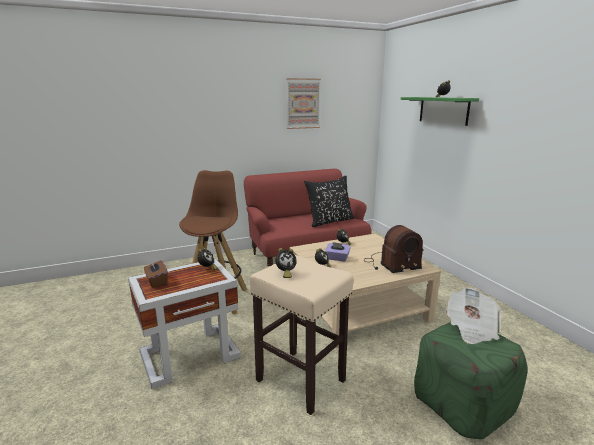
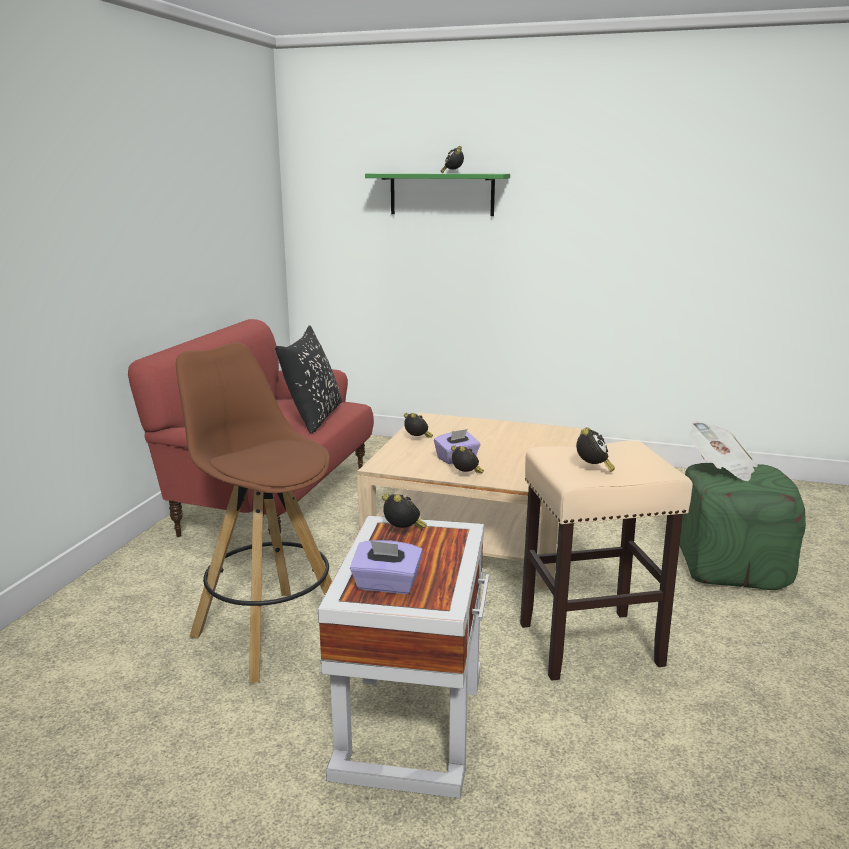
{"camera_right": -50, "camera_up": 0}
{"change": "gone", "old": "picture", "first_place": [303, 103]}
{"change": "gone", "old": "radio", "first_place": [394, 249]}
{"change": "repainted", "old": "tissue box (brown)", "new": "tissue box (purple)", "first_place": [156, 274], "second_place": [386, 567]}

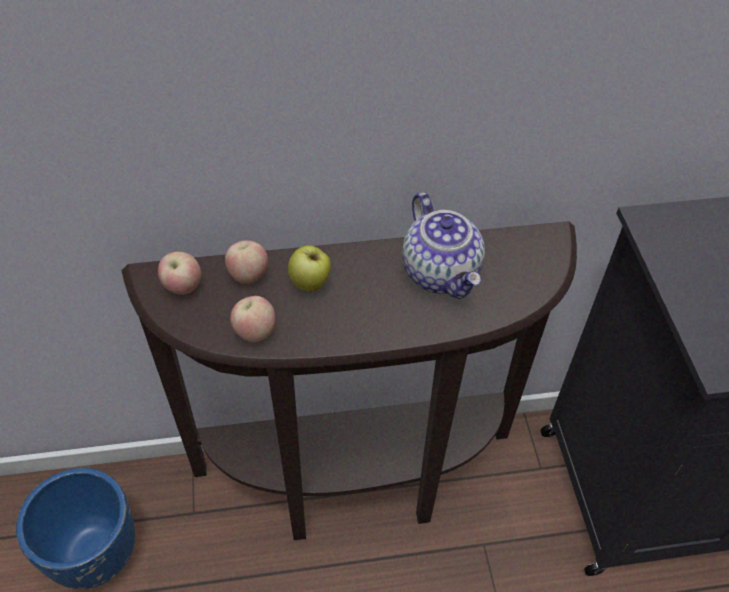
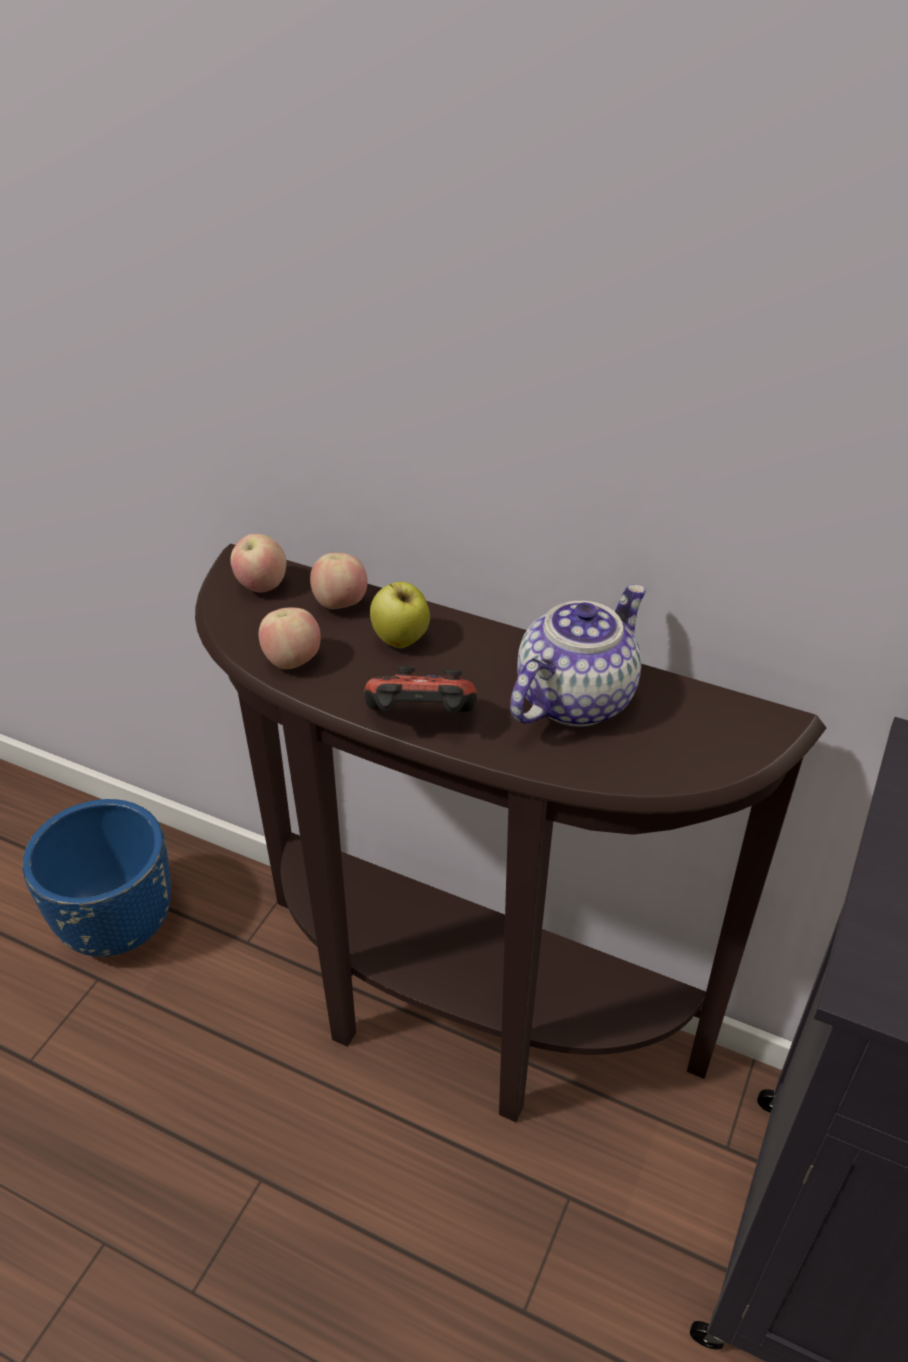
{"camera_right": 35, "camera_up": -10}
{"change": "new", "new": "game controller", "second_place": [420, 689]}
{"change": "rotated", "old": "teapot", "first_place": [443, 245], "second_place": [578, 655], "degrees": -150}

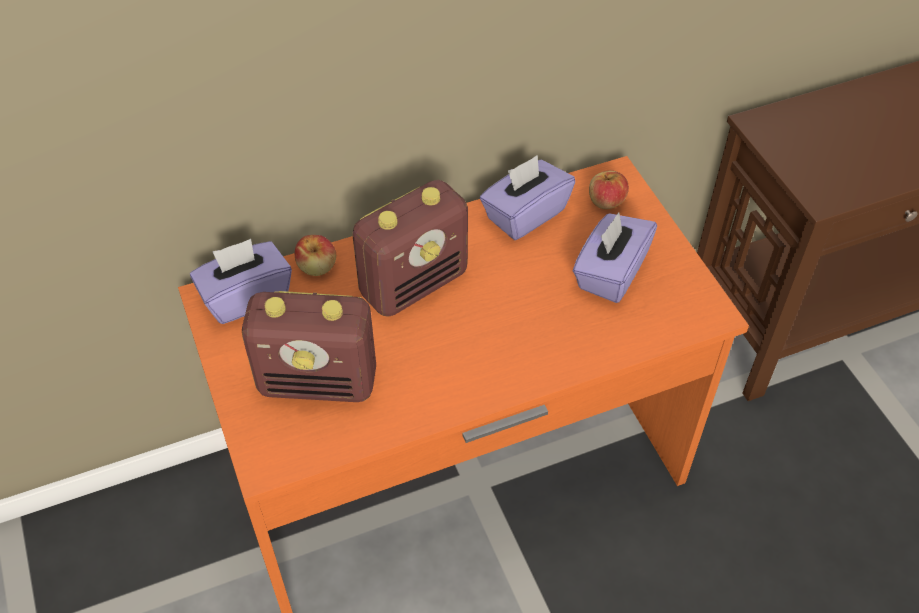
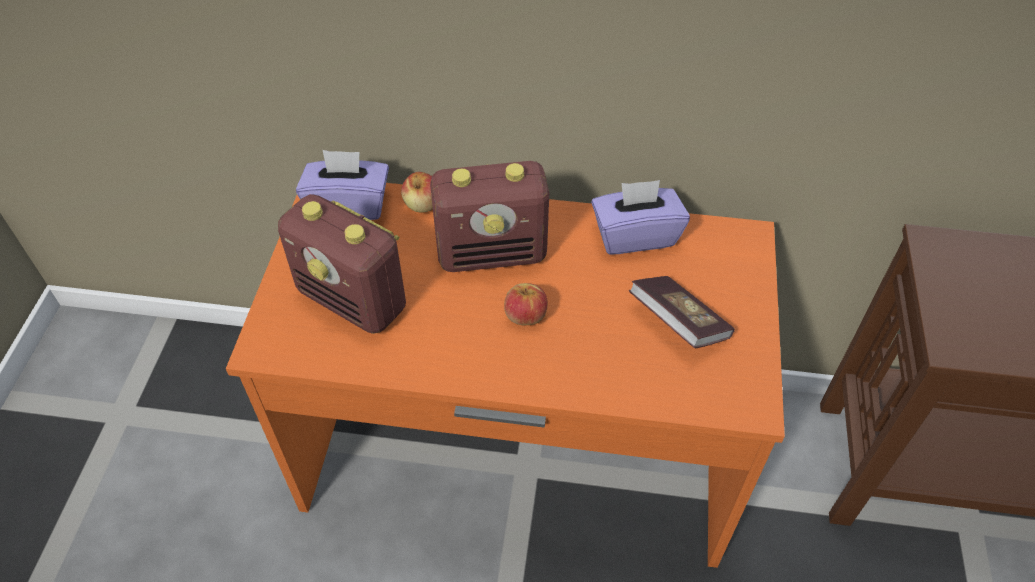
{"camera_right": 30, "camera_up": 0}
{"change": "shifted", "old": "apple", "first_place": [609, 189], "second_place": [526, 304]}
{"change": "swapped", "old": "tissue box (purple)", "new": "book", "first_place": [615, 257], "second_place": [682, 312]}

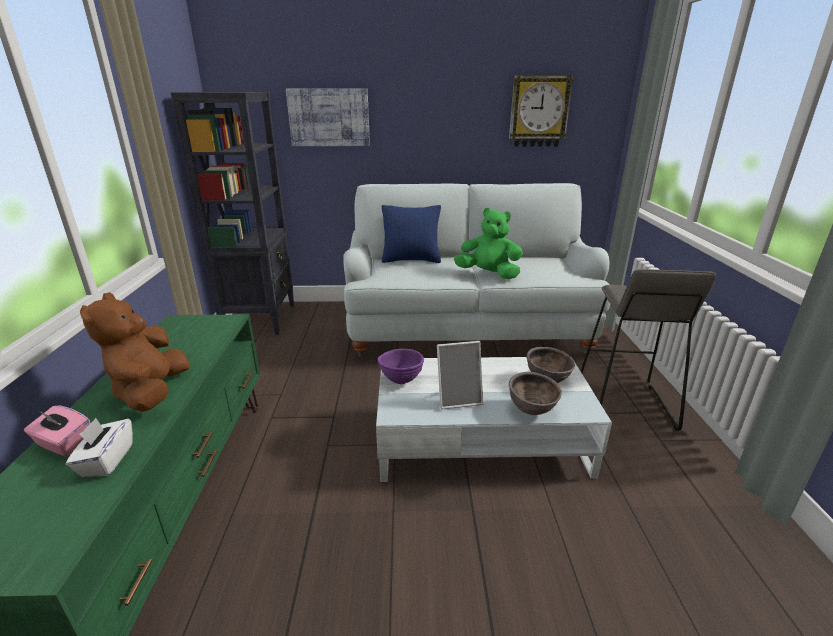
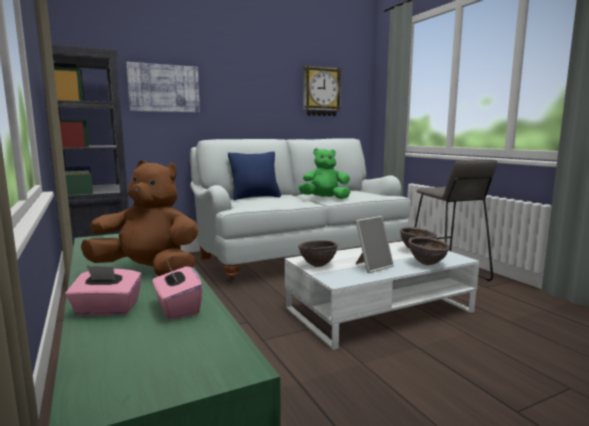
{"camera_right": -25, "camera_up": -15}
{"change": "repainted", "old": "tissue box (white)", "new": "tissue box (pink)", "first_place": [99, 447], "second_place": [177, 290]}
{"change": "repainted", "old": "bowl (purple)", "new": "bowl (brown)", "first_place": [401, 366], "second_place": [318, 253]}
{"change": "rotated", "old": "plush toy (brown)", "first_place": [135, 352], "second_place": [139, 218], "degrees": 135}

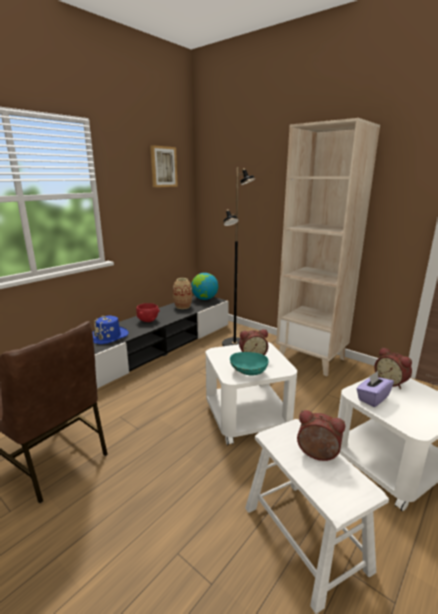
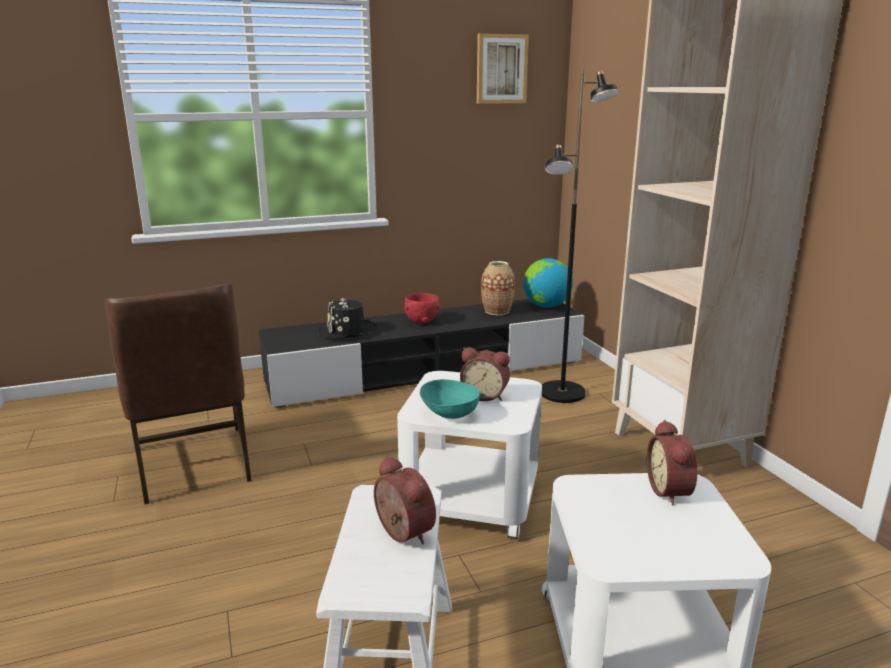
{"camera_right": 30, "camera_up": 0}
{"change": "gone", "old": "tissue box (purple)", "first_place": [375, 389]}
{"change": "repainted", "old": "hat (blue)", "new": "hat (black)", "first_place": [110, 329], "second_place": [348, 319]}

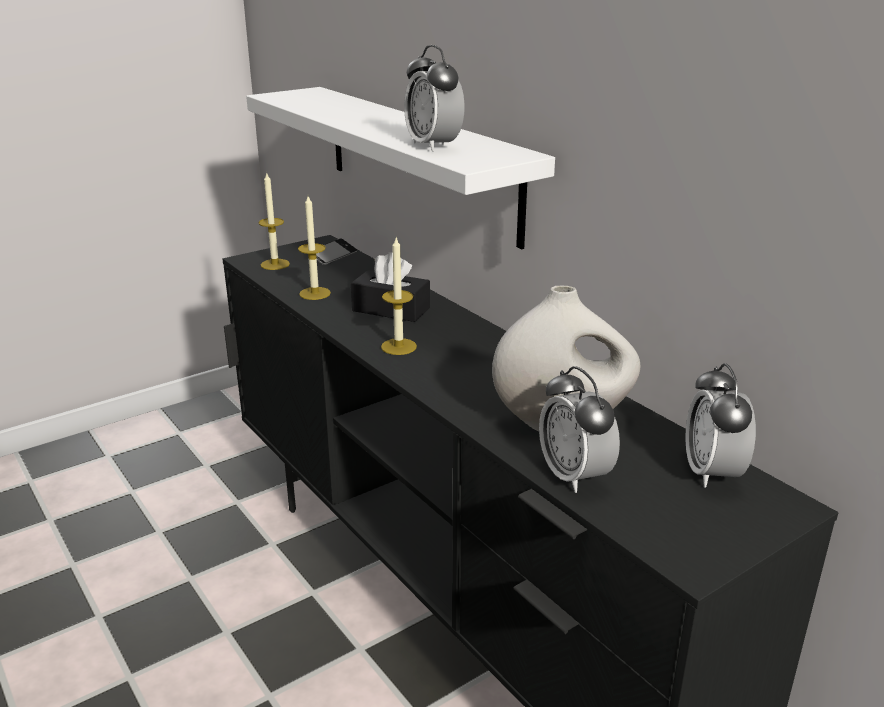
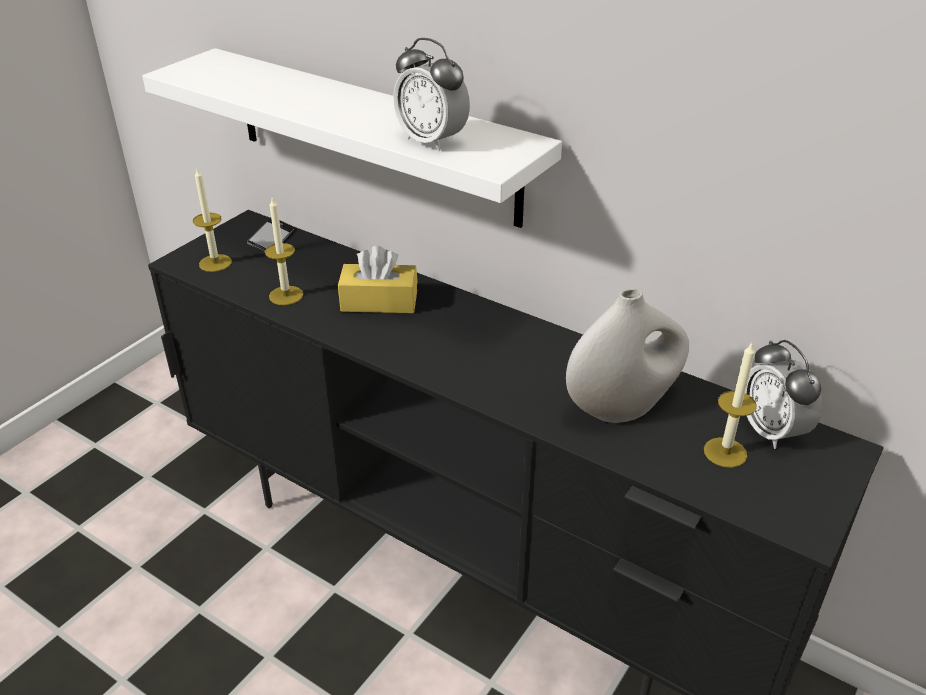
{"camera_right": -20, "camera_up": 10}
{"change": "gone", "old": "alarm clock", "first_place": [579, 429]}
{"change": "shifted", "old": "candle", "first_place": [399, 295], "second_place": [730, 405]}
{"change": "repainted", "old": "tissue box (black)", "new": "tissue box (yellow)", "first_place": [390, 287], "second_place": [378, 279]}

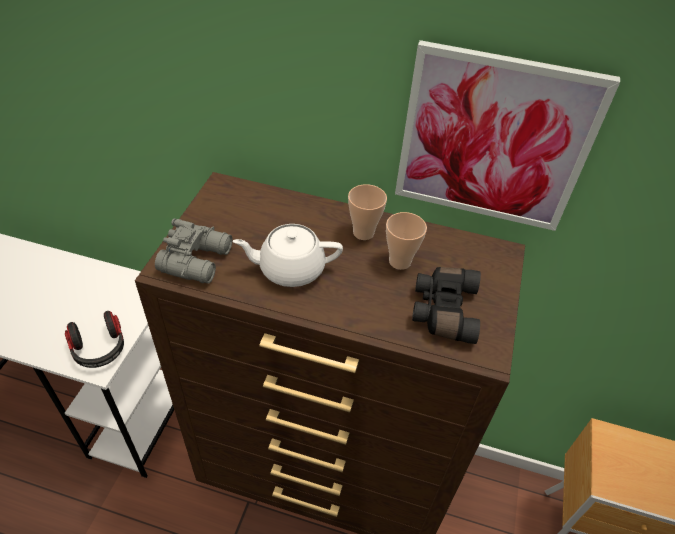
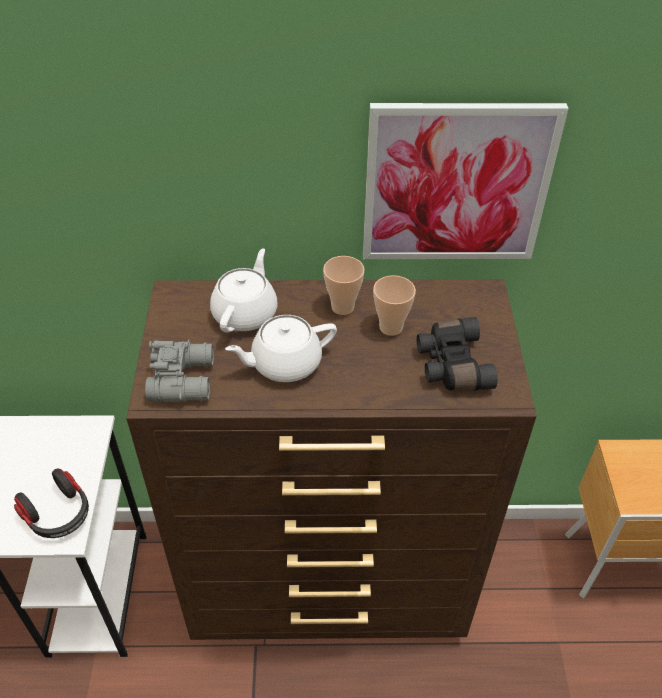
{"camera_right": -15, "camera_up": 0}
{"change": "new", "new": "teapot (white)", "second_place": [244, 290]}

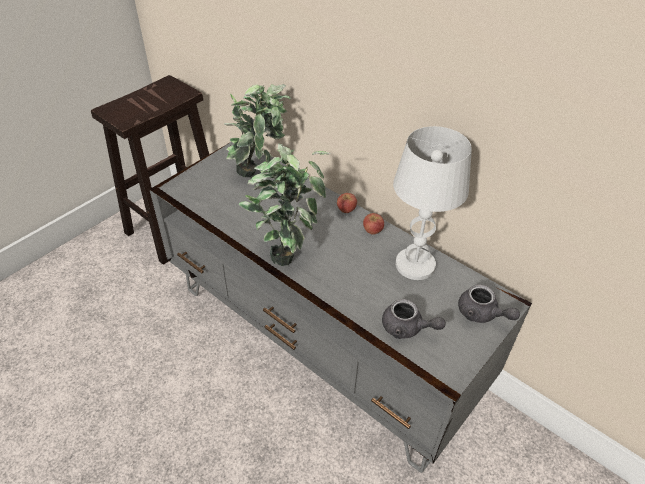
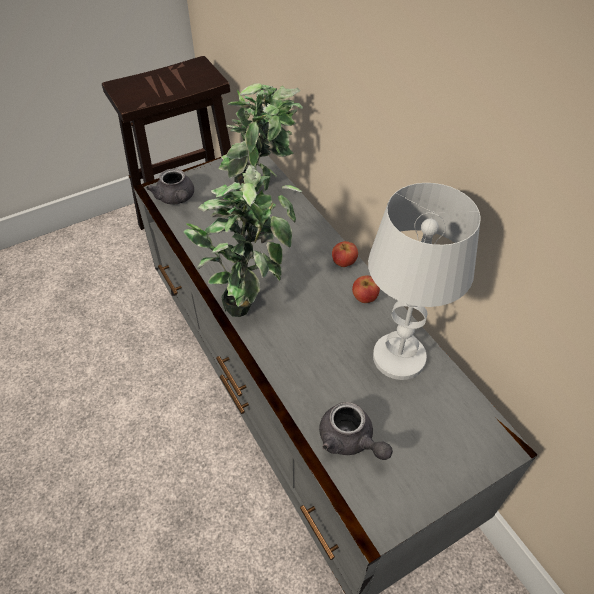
{"camera_right": 20, "camera_up": 5}
{"change": "shifted", "old": "teapot (grey)", "first_place": [489, 303], "second_place": [170, 186]}

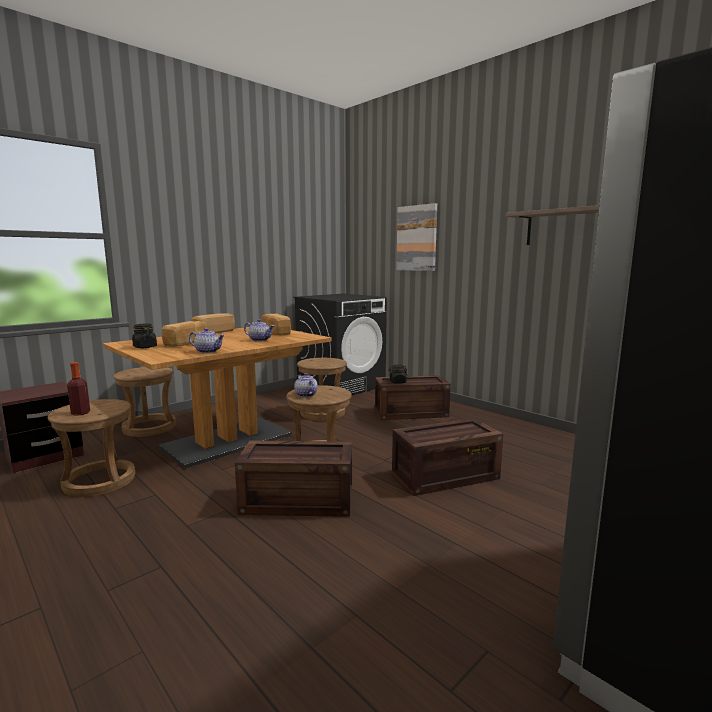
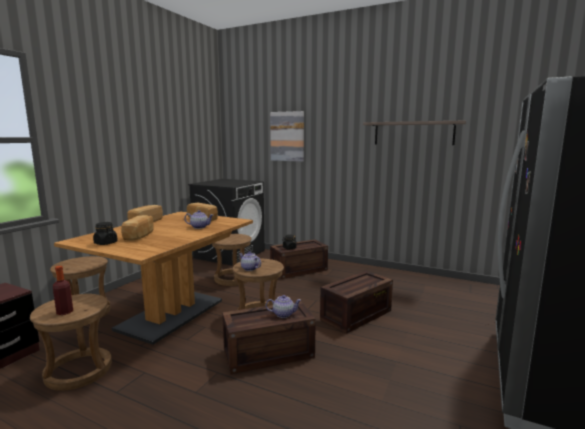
{"camera_right": -20, "camera_up": 0}
{"change": "shifted", "old": "teapot", "first_place": [207, 340], "second_place": [283, 306]}

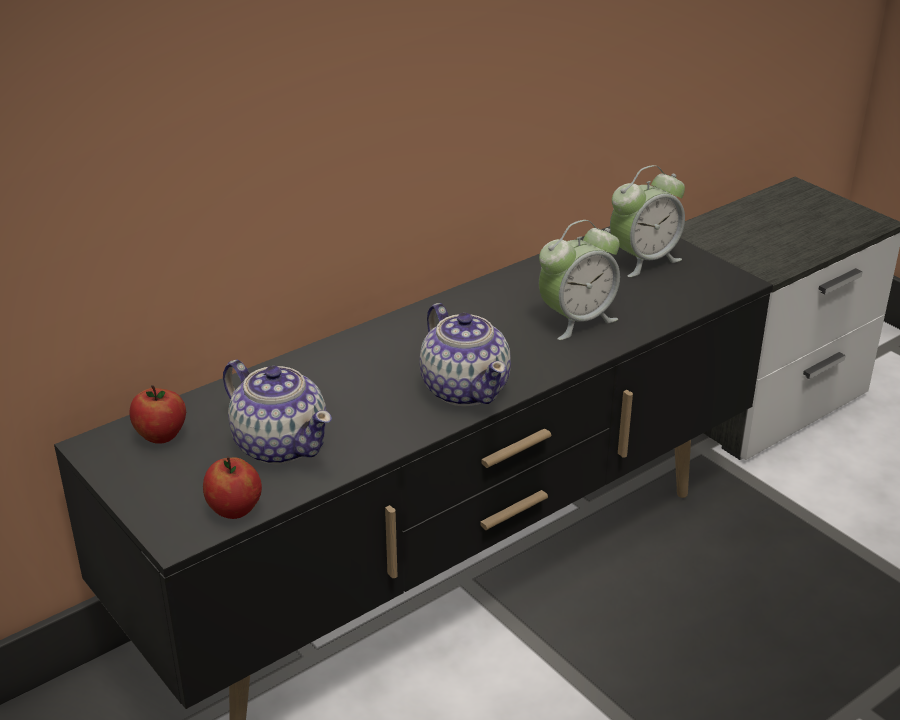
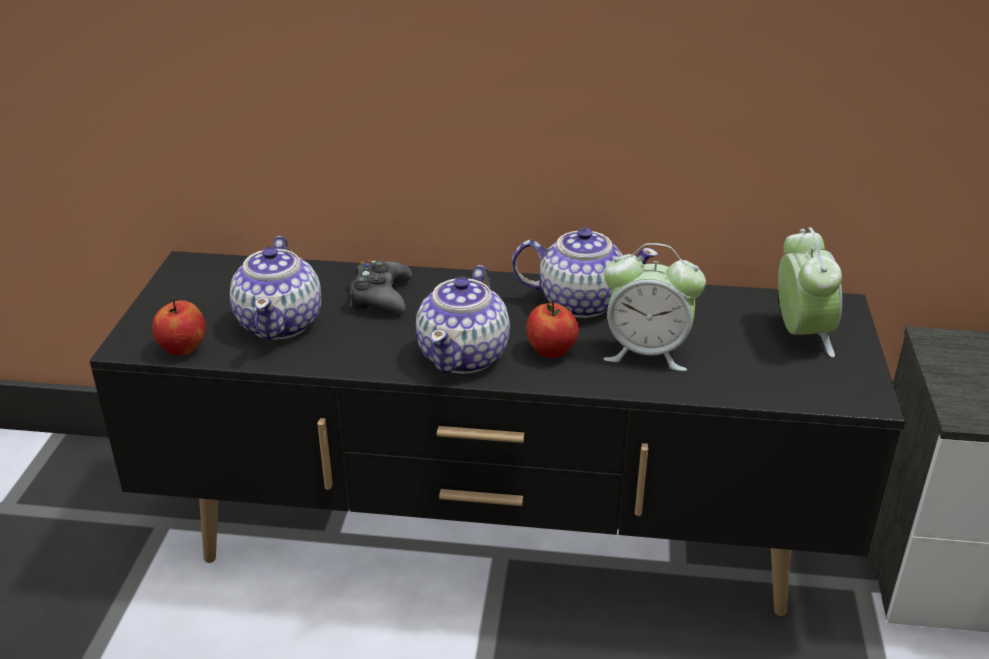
{"camera_right": 45, "camera_up": 0}
{"change": "new", "new": "game controller (black)", "second_place": [380, 287]}
{"change": "new", "new": "teapot", "second_place": [585, 273]}
{"change": "shifted", "old": "apple", "first_place": [157, 414], "second_place": [552, 329]}
{"change": "rotated", "old": "alarm clock", "first_place": [647, 221], "second_place": [810, 292], "degrees": -105}

